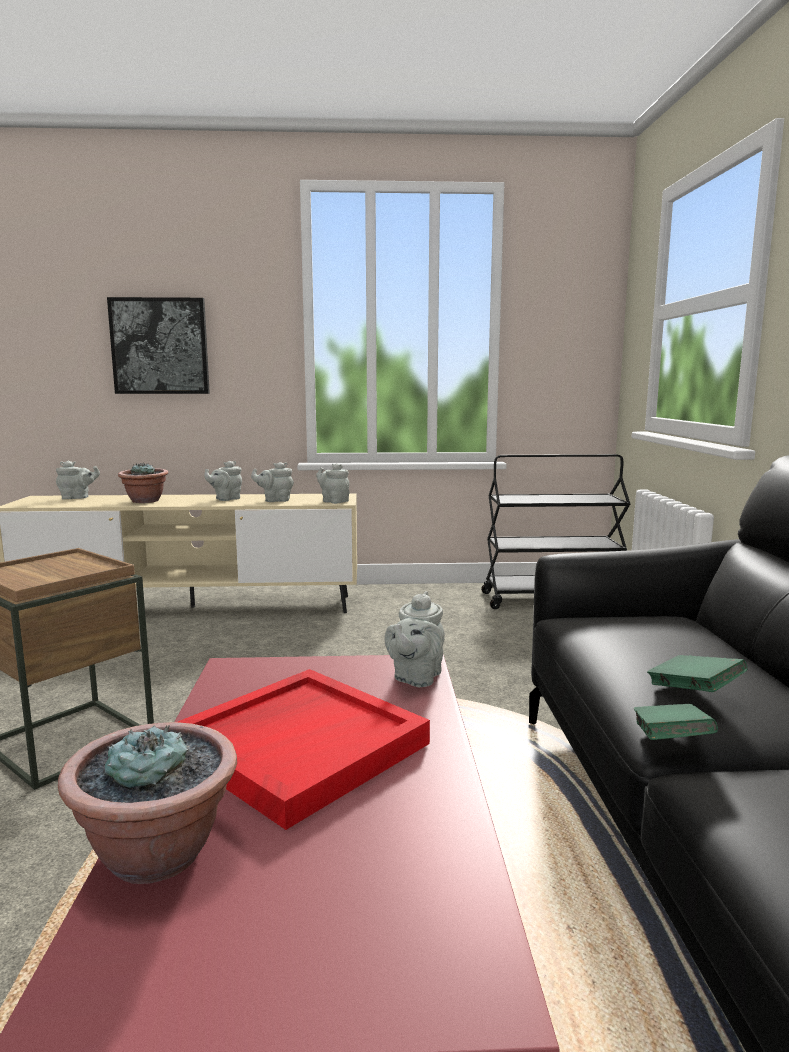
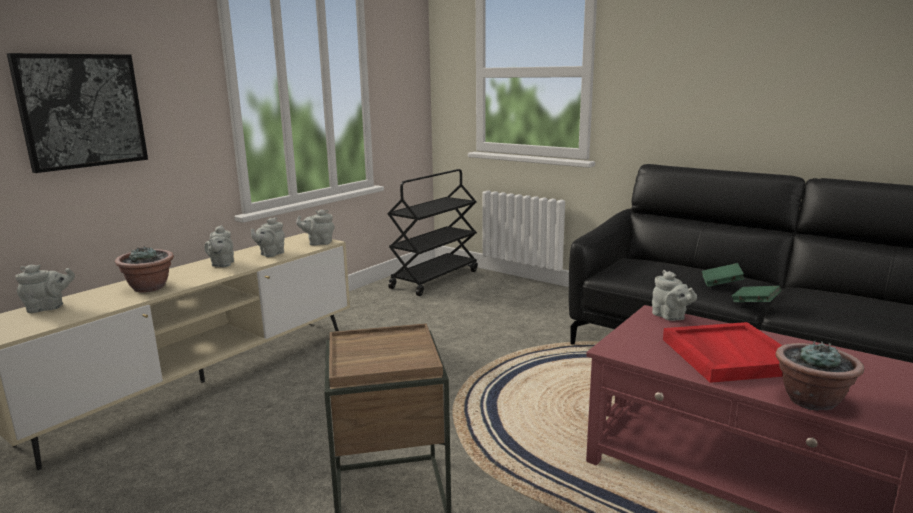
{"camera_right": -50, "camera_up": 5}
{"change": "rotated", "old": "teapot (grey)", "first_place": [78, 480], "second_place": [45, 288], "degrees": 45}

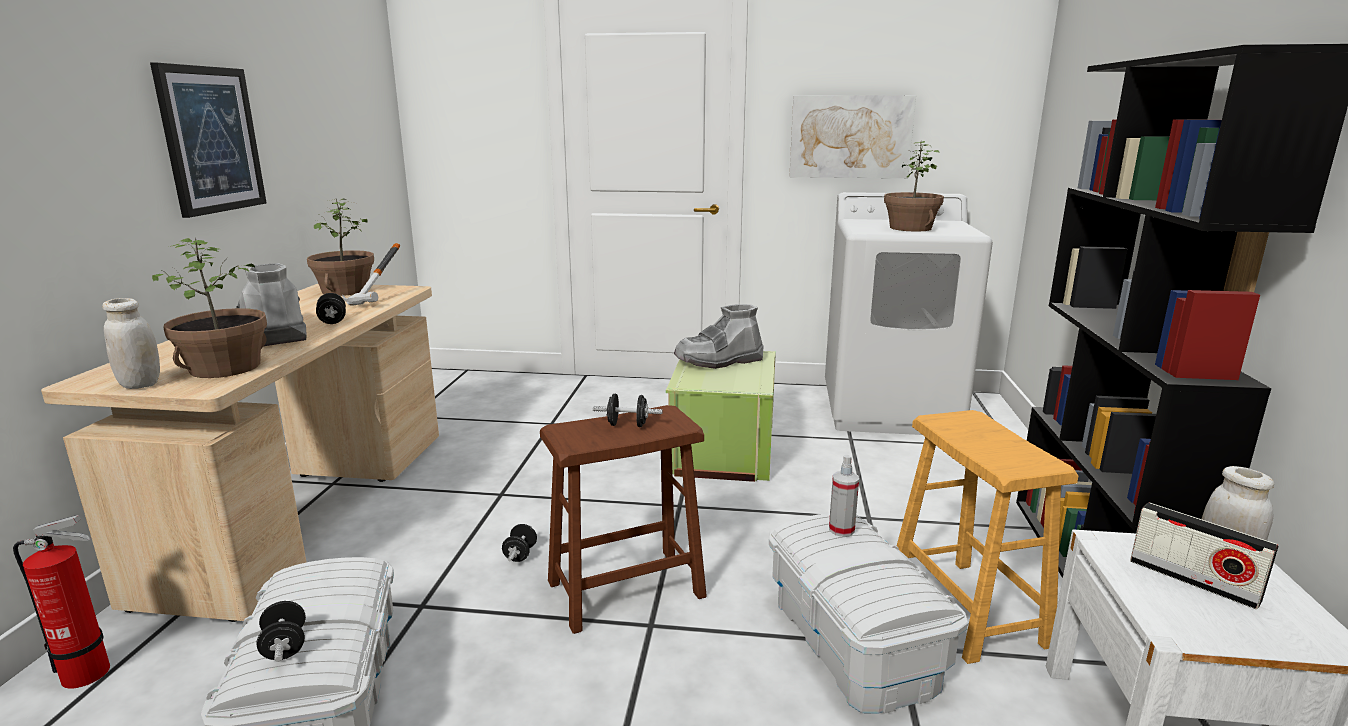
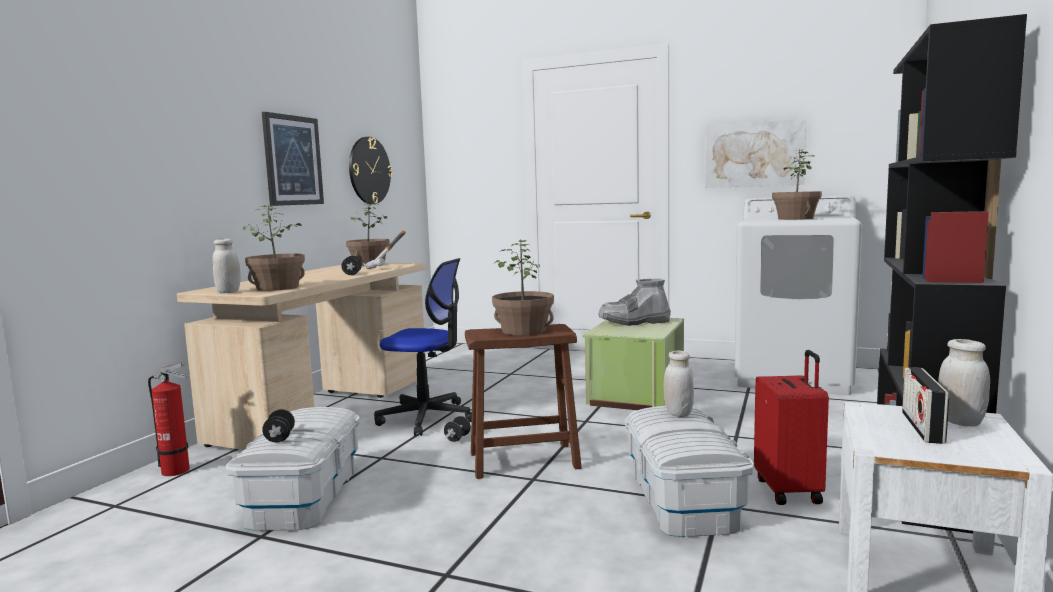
{"camera_right": 15, "camera_up": -10}
{"change": "gone", "old": "boot (grey)", "first_place": [271, 304]}
{"change": "new", "new": "wall clock", "second_place": [370, 170]}
{"change": "new", "new": "office chair", "second_place": [423, 347]}
{"change": "swapped", "old": "dumbbell (black)", "new": "potted plant", "first_place": [628, 410], "second_place": [523, 287]}
{"change": "swapped", "old": "spray bottle", "new": "jar (white)", "first_place": [844, 496], "second_place": [679, 384]}
{"change": "swapped", "old": "stool (brown)", "new": "suitcase (red)", "first_place": [987, 537], "second_place": [791, 427]}
{"change": "rotated", "old": "radio", "first_place": [1204, 555], "second_place": [925, 405], "degrees": 45}

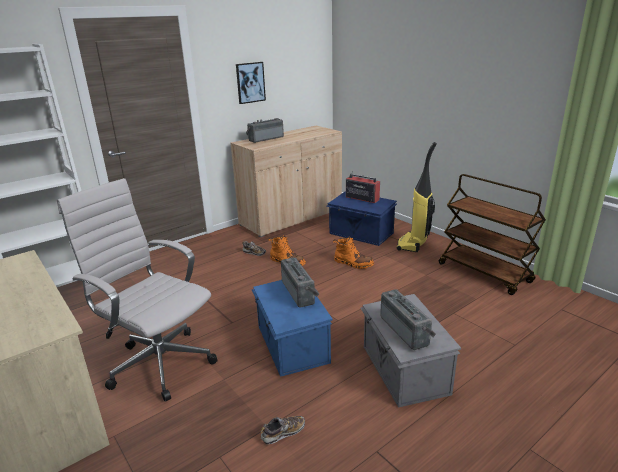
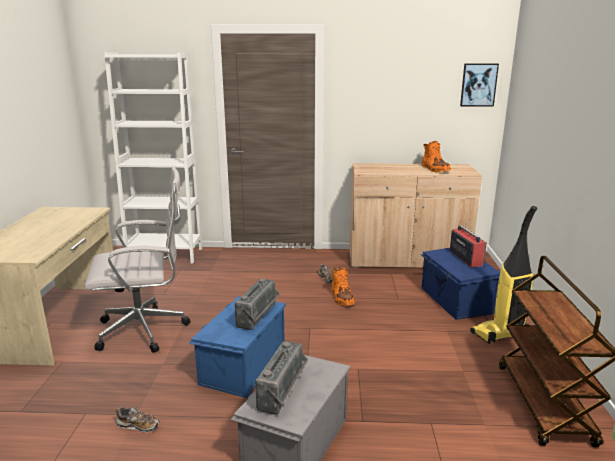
{"camera_right": 40, "camera_up": -5}
{"change": "gone", "old": "radio", "first_place": [265, 130]}
{"change": "shifted", "old": "picture", "first_place": [251, 83], "second_place": [479, 85]}
{"change": "shifted", "old": "boot (orange)", "first_place": [353, 253], "second_place": [436, 156]}
{"change": "rotated", "old": "office chair (white)", "first_place": [137, 290], "second_place": [137, 260], "degrees": 90}

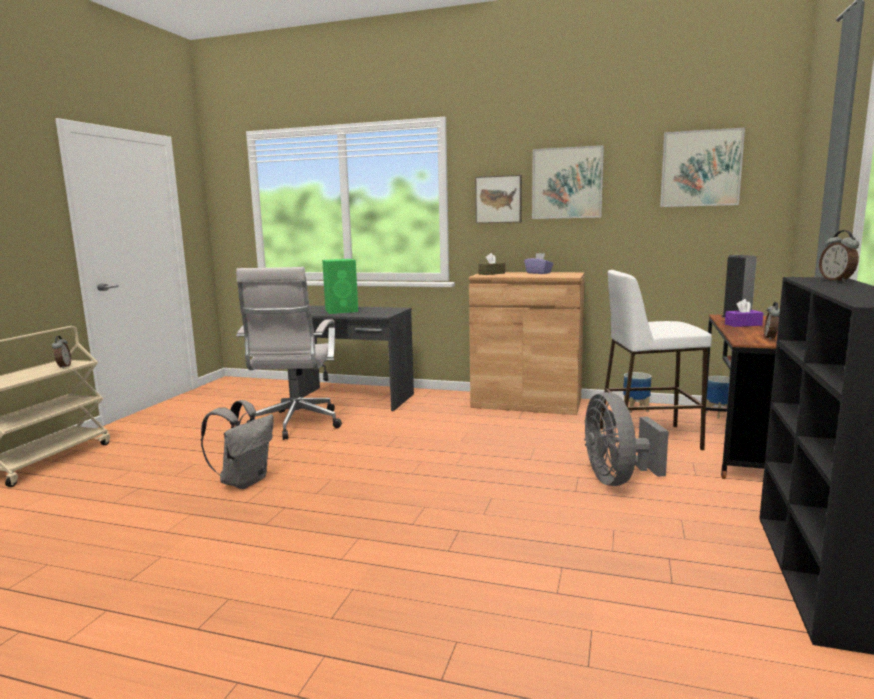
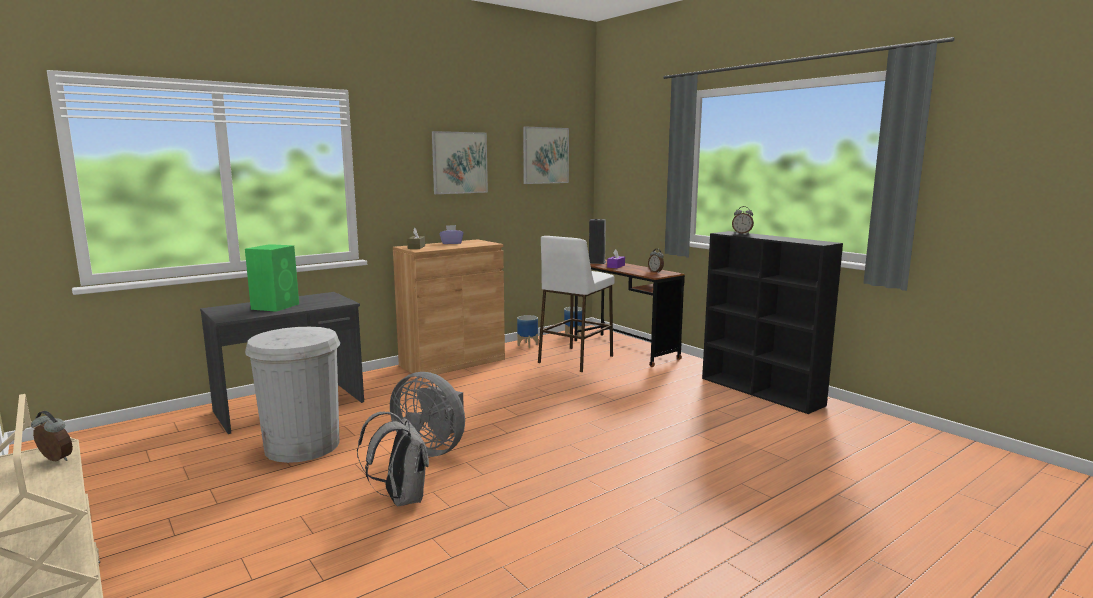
{"camera_right": -55, "camera_up": 0}
{"change": "gone", "old": "picture", "first_place": [498, 199]}
{"change": "shifted", "old": "fan (grey)", "first_place": [626, 439], "second_place": [427, 414]}
{"change": "swapped", "old": "office chair (white)", "new": "trash can (white)", "first_place": [289, 353], "second_place": [293, 395]}

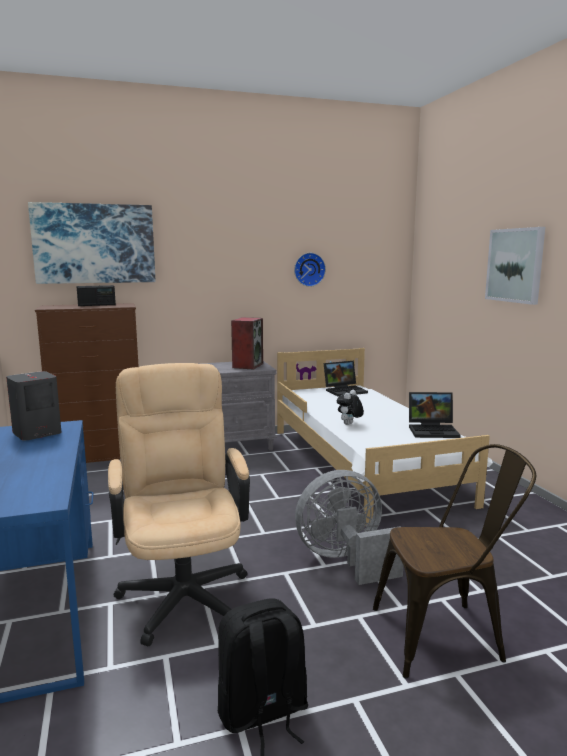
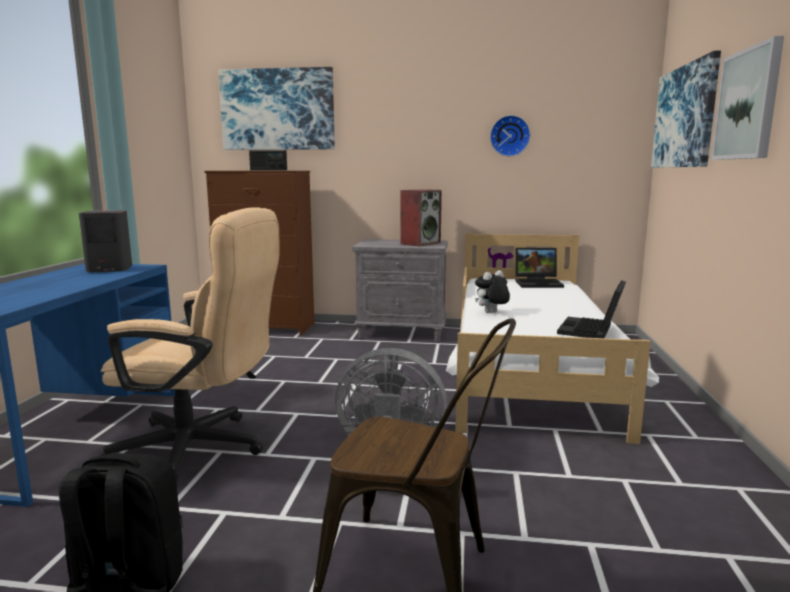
{"camera_right": 25, "camera_up": 0}
{"change": "new", "new": "picture", "second_place": [686, 108]}
{"change": "rotated", "old": "office chair (beige)", "first_place": [179, 504], "second_place": [190, 345], "degrees": 90}
{"change": "rotated", "old": "laptop", "first_place": [435, 415], "second_place": [591, 309], "degrees": 90}

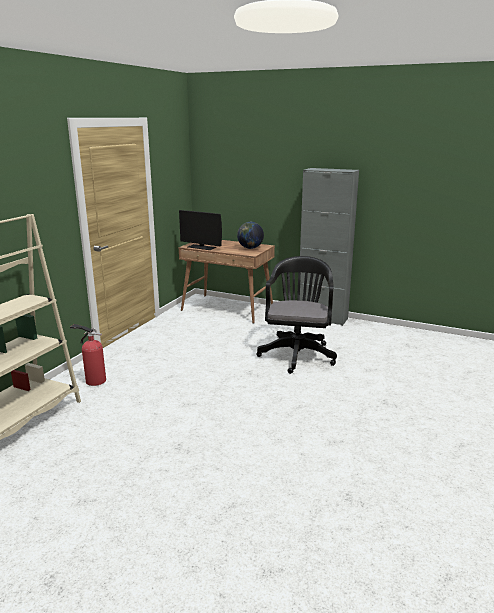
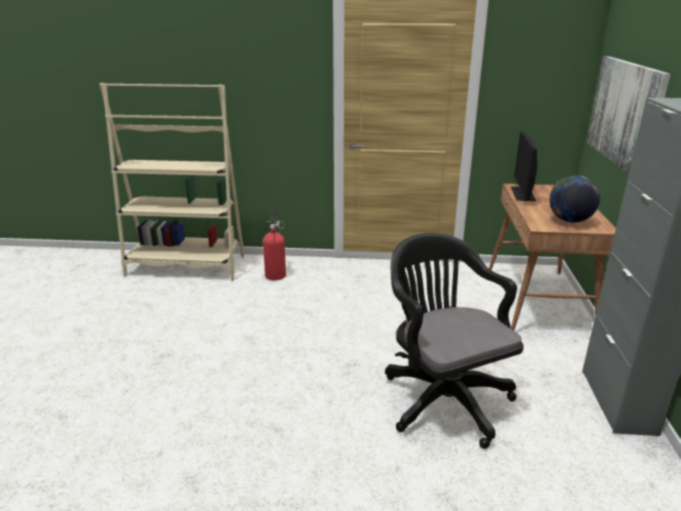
{"camera_right": 70, "camera_up": 5}
{"change": "new", "new": "picture", "second_place": [628, 115]}
{"change": "rotated", "old": "office chair (black)", "first_place": [296, 315], "second_place": [454, 341], "degrees": -105}

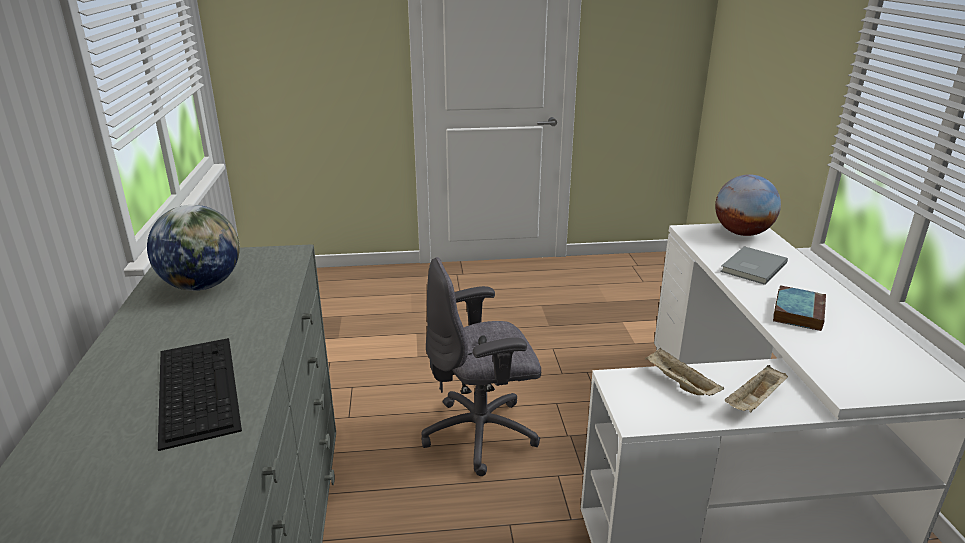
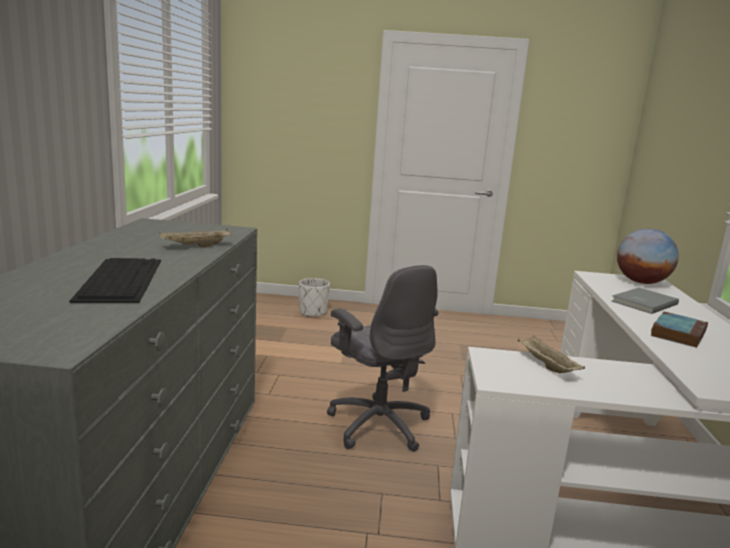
{"camera_right": 10, "camera_up": -10}
{"change": "gone", "old": "globe", "first_place": [193, 248]}
{"change": "new", "new": "planter (white)", "second_place": [314, 297]}
{"change": "shifted", "old": "tray (beige)", "first_place": [756, 388], "second_place": [195, 238]}
{"change": "rotated", "old": "office chair (grey)", "first_place": [481, 366], "second_place": [382, 358], "degrees": -120}

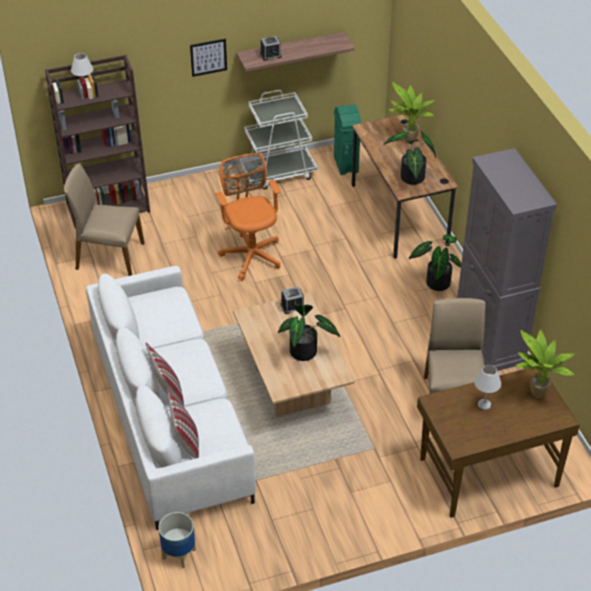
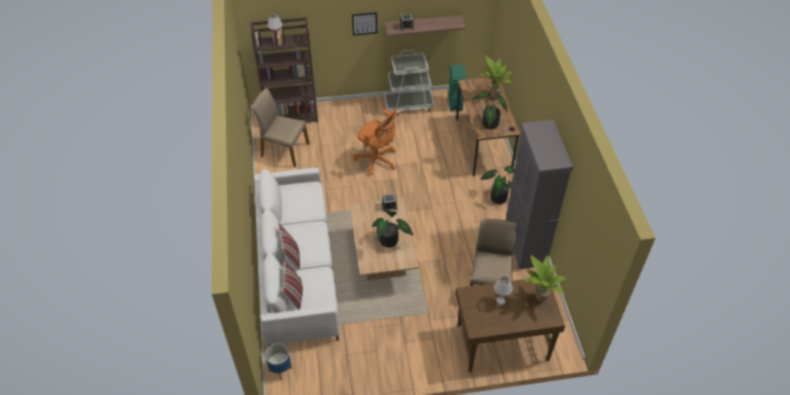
{"camera_right": 10, "camera_up": 5}
{"change": "rotated", "old": "office chair (orange)", "first_place": [248, 216], "second_place": [376, 142], "degrees": 135}

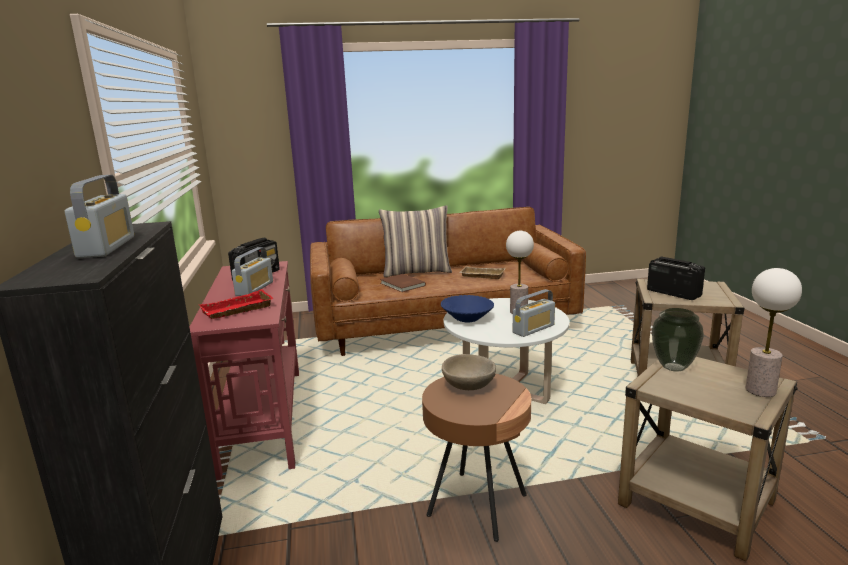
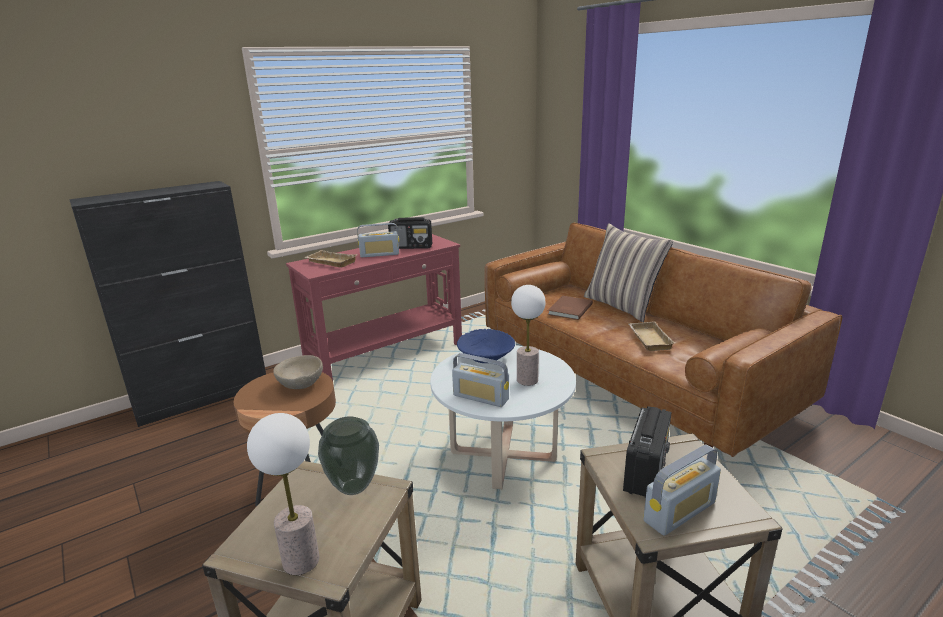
{"camera_right": 65, "camera_up": 5}
{"change": "shifted", "old": "radio", "first_place": [99, 216], "second_place": [682, 490]}
{"change": "repainted", "old": "tray (red)", "new": "tray (beige)", "first_place": [236, 304], "second_place": [331, 258]}

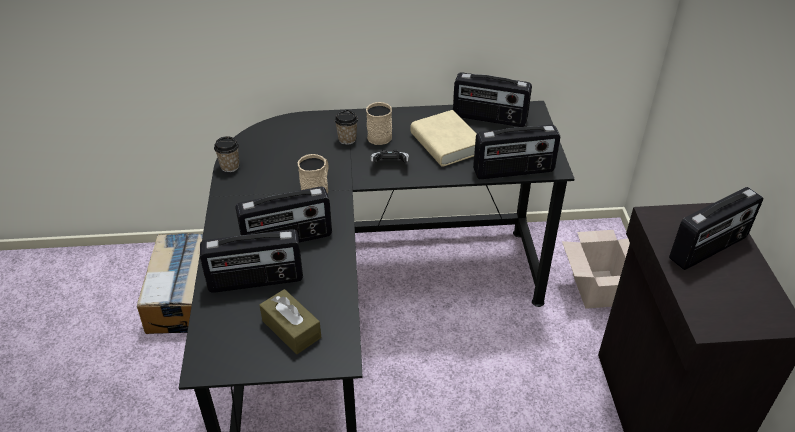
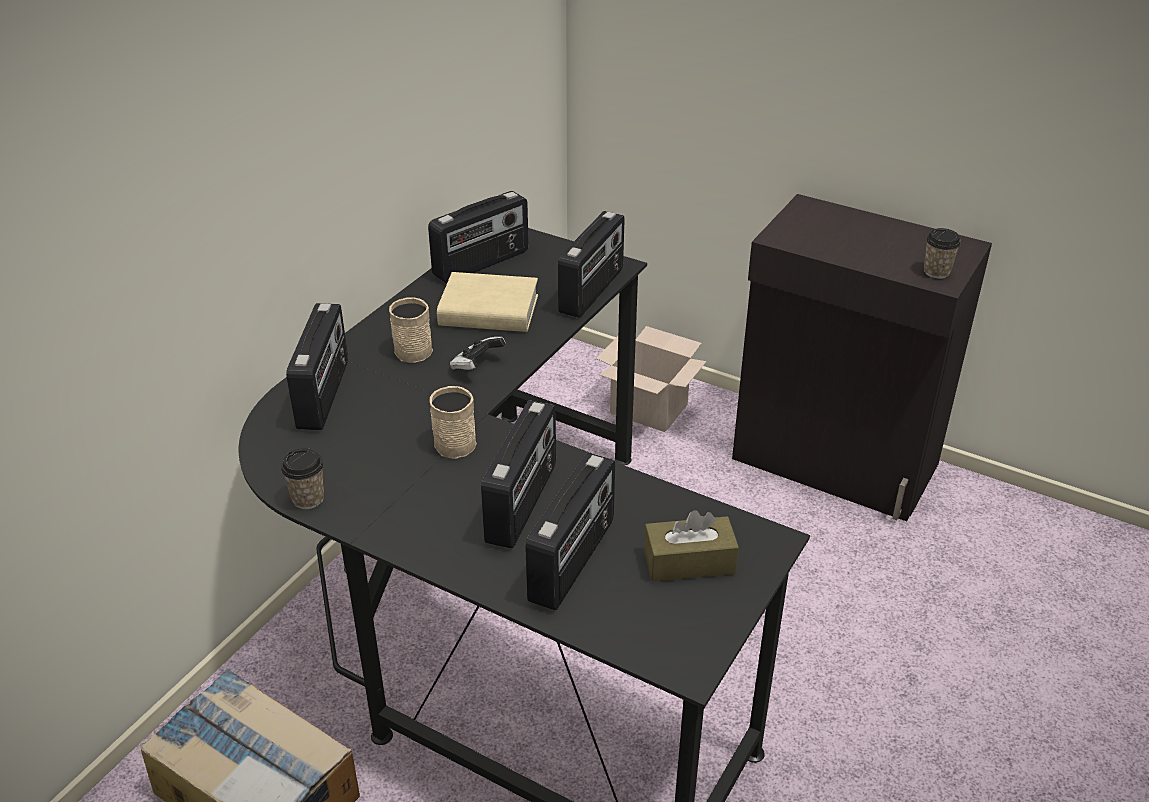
{"camera_right": -55, "camera_up": -5}
{"change": "shifted", "old": "cup", "first_place": [346, 127], "second_place": [942, 253]}
{"change": "shifted", "old": "radio", "first_place": [716, 228], "second_place": [317, 366]}

